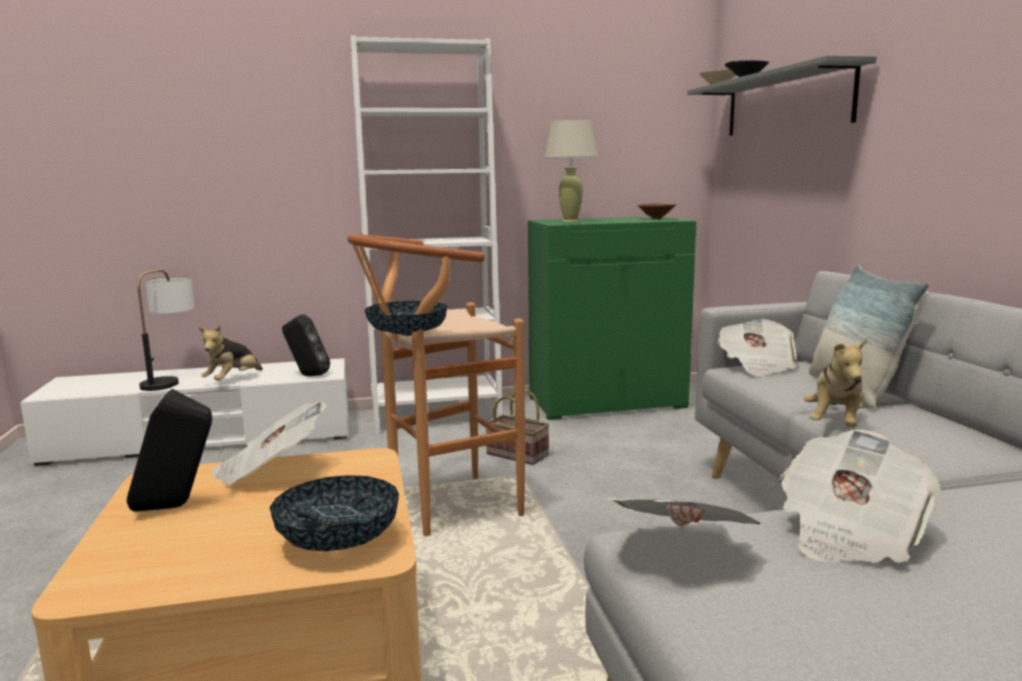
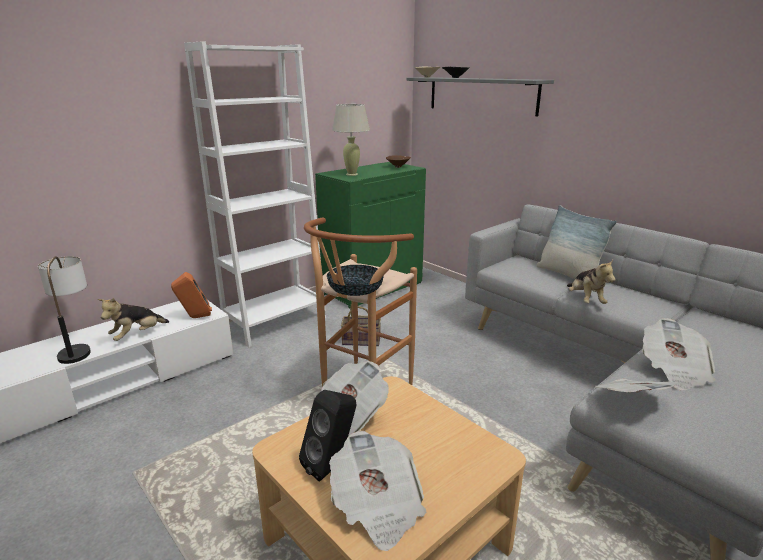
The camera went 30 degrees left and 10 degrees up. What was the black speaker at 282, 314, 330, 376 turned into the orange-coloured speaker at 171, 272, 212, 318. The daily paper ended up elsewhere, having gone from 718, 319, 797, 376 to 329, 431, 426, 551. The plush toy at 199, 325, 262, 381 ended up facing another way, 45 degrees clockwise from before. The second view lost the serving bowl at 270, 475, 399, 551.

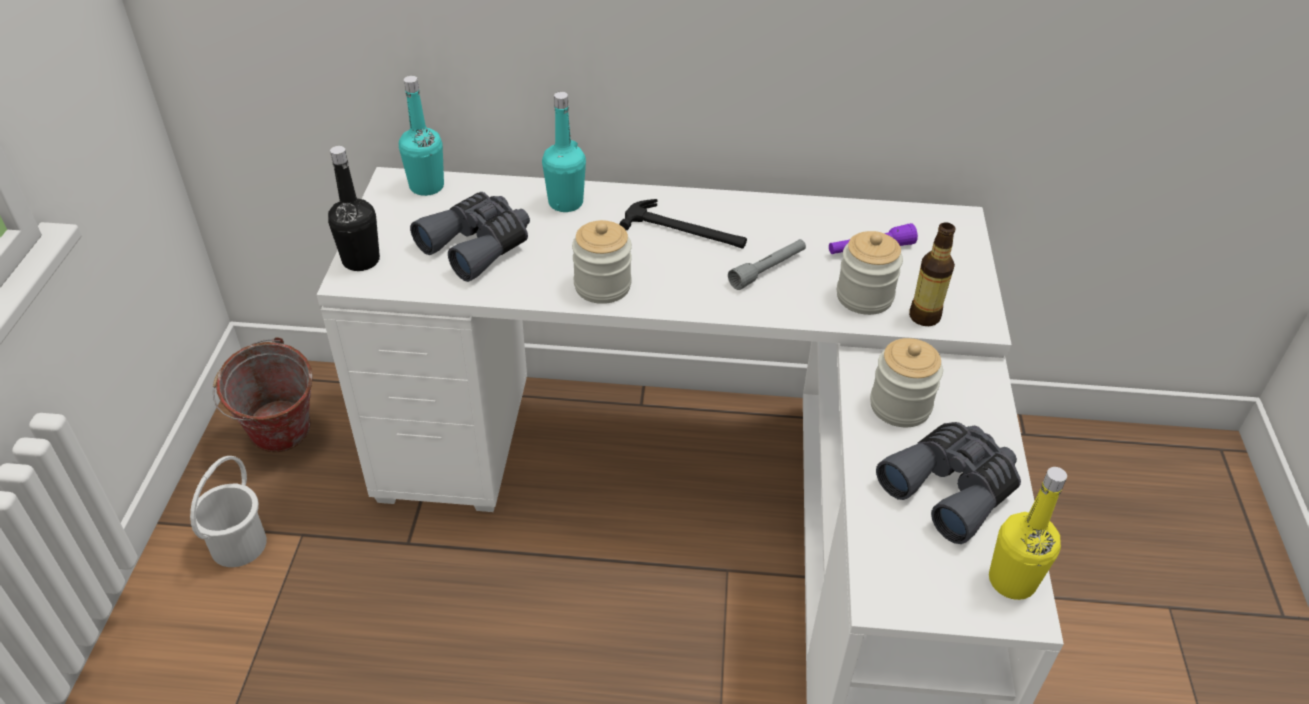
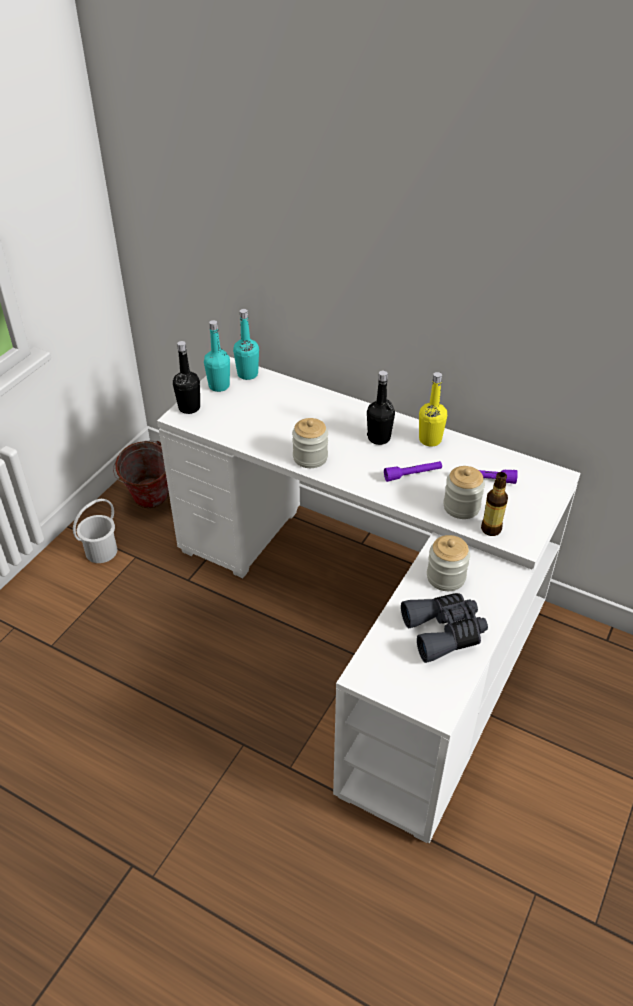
The camera went 25 degrees right and 0 degrees up. The blue-green drink bottle ended up elsewhere, having gone from 542, 92, 586, 212 to 204, 320, 230, 392. The second view lost the grey binoculars at 410, 192, 530, 282. Where the hand hammer stood at 619, 199, 747, 248, the black drink bottle came to stand at 367, 370, 395, 445. What was the grey flashlight at 728, 239, 806, 290 turned into the purplish flashlight at 384, 461, 442, 482. The yellow-coloured drink bottle ended up elsewhere, having gone from 989, 467, 1067, 600 to 419, 372, 447, 446.

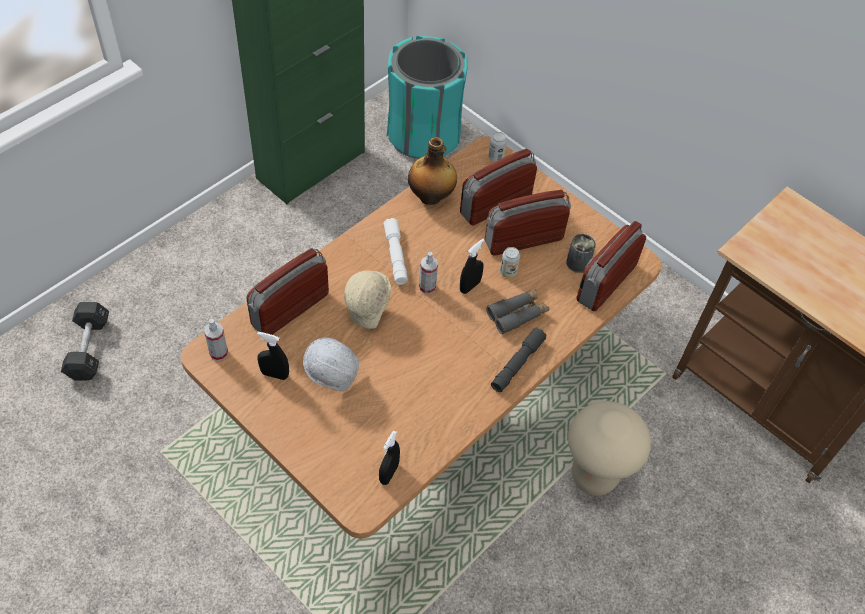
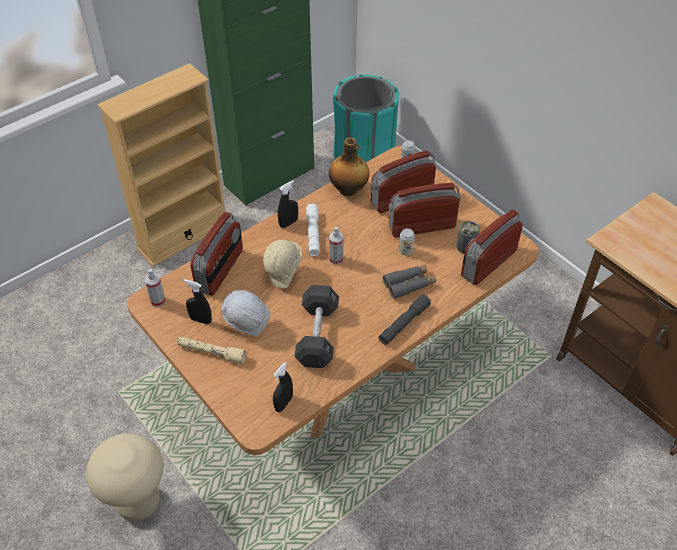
The camera went 10 degrees right and 5 degrees down. The black hand sprayer ended up elsewhere, having gone from 460, 239, 484, 294 to 278, 180, 298, 228. The radio at 246, 248, 329, 335 ended up facing another way, 150 degrees clockwise from before. The black hand weight ended up elsewhere, having gone from 61, 302, 109, 380 to 294, 285, 339, 368. The sand-coloured stool seat ended up elsewhere, having gone from 568, 401, 651, 496 to 86, 433, 164, 521. The second view gained the sand-coloured bookshelf at 97, 63, 225, 266. The second view gained the sand-coloured flashlight at 177, 337, 246, 364.

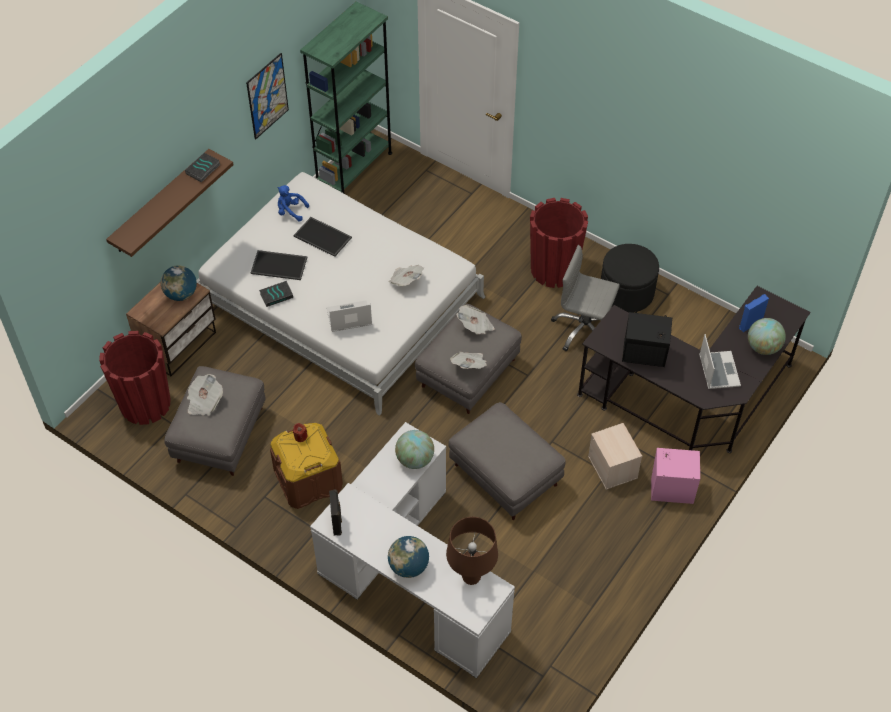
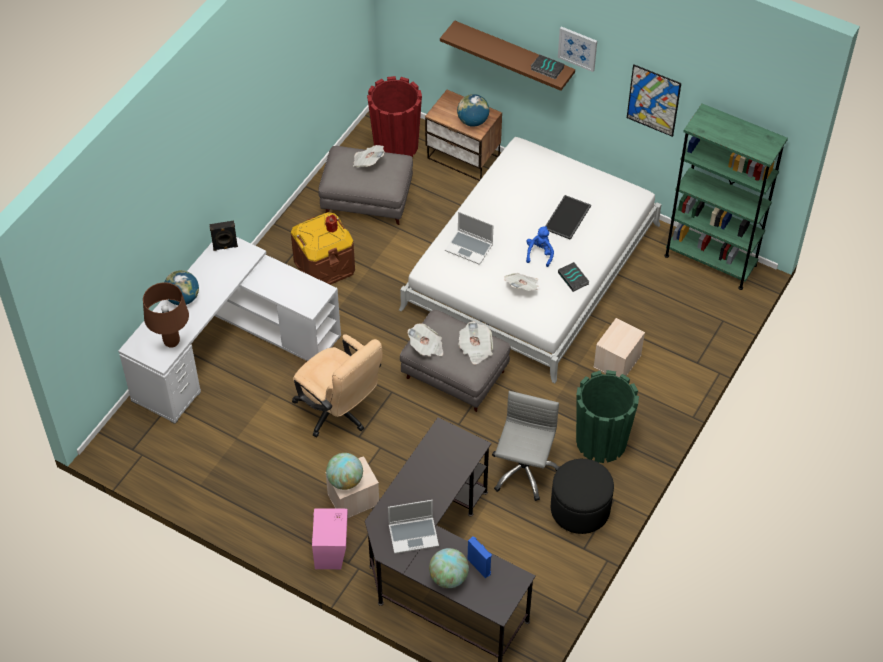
The camera went 85 degrees right and 0 degrees up. The blue-coloured plush toy ended up elsewhere, having gone from 277, 185, 309, 221 to 526, 226, 554, 267. What was the reddish plant pot at 530, 198, 588, 288 turned into the greenish plant pot at 576, 370, 639, 463. The second view lost the serving tray at 251, 250, 307, 280. The bound book ended up elsewhere, having gone from 259, 281, 293, 307 to 558, 262, 590, 292. The portable computer at 326, 300, 372, 332 ended up facing another way, 135 degrees clockwise from before. The second view lost the black speaker at 622, 311, 672, 367. Where the grey footrest stood at 448, 402, 566, 520, the sand-coloured computer chair came to stand at 292, 334, 382, 437. The world globe ended up elsewhere, having gone from 395, 430, 434, 469 to 326, 453, 363, 490. The second view gained the wall art at 558, 27, 597, 72. The second view gained the sand-coloured storage bin at 593, 318, 645, 377.

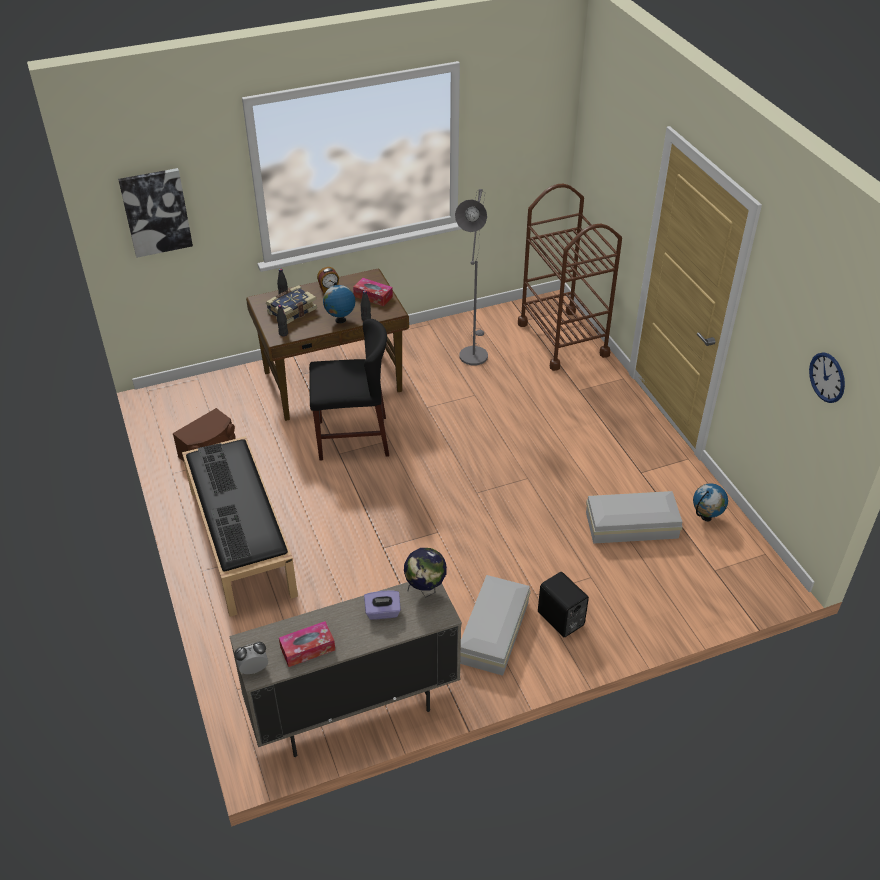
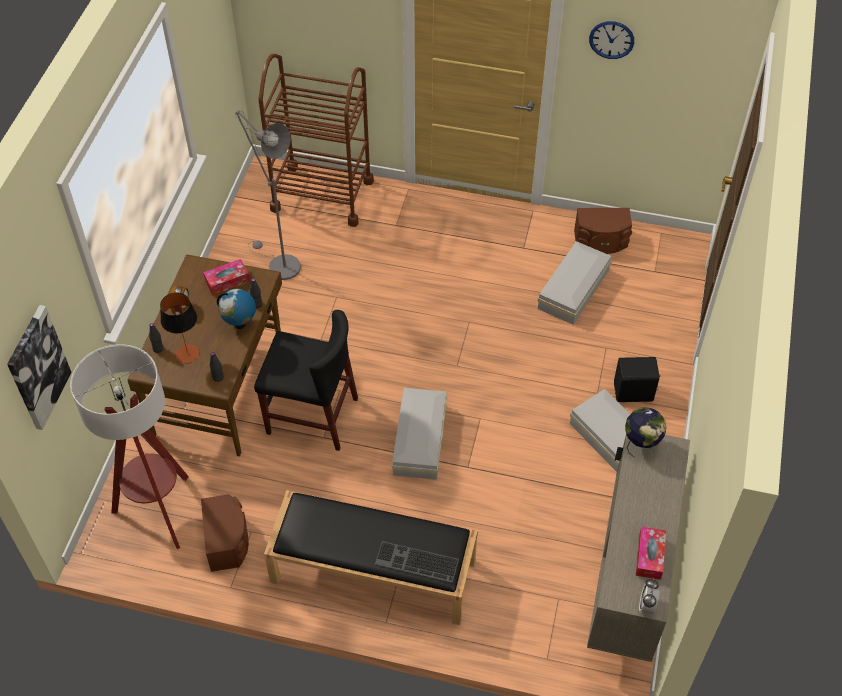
The camera went 55 degrees left and 10 degrees up. Where the bound book stood at 266, 285, 317, 324, the tabletop lamp came to stand at 160, 292, 200, 363. The black upright chair at 309, 319, 389, 460 ended up facing another way, 75 degrees clockwise from before. The hanging clock ended up elsewhere, having gone from 809, 352, 845, 403 to 589, 21, 634, 59. The second view lost the keyboard at 198, 443, 237, 494. Where the world globe stood at 693, 483, 728, 522, the brownish speaker came to stand at 574, 208, 632, 254. The second view lost the purplish tissue holder at 364, 591, 401, 620. The second view gained the floor lamp at 70, 344, 189, 549. The second view gained the whitish storage bin at 392, 388, 447, 480.

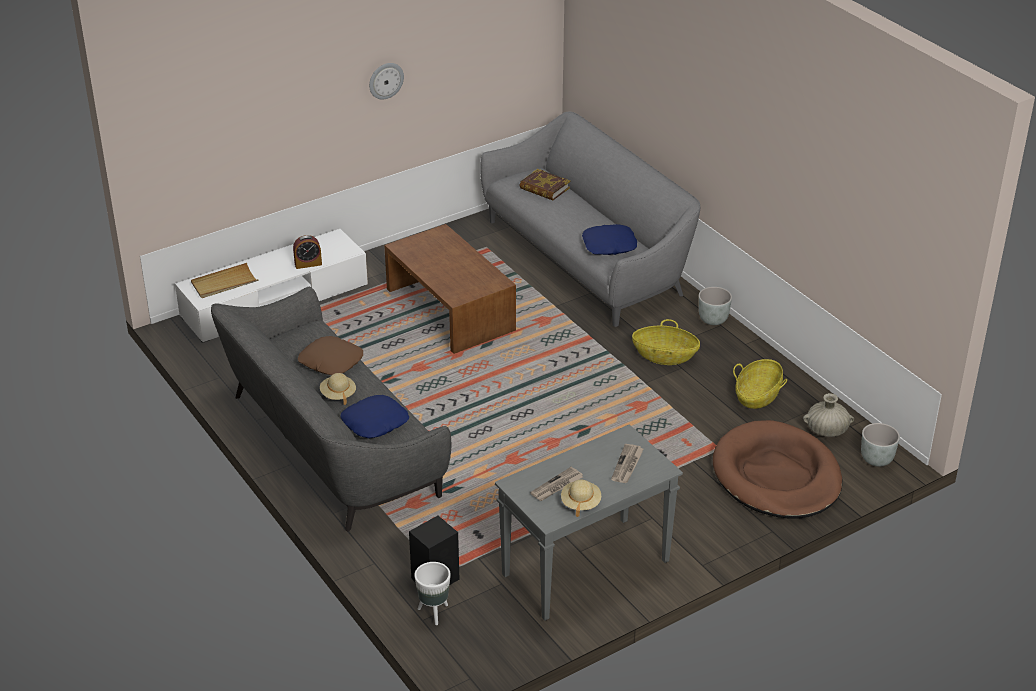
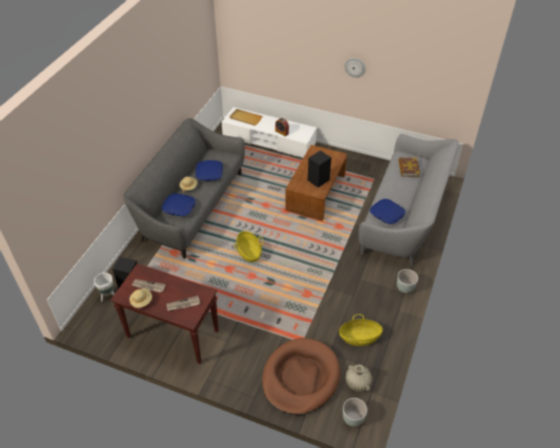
The camera went 55 degrees right and 10 degrees up. The basket ended up elsewhere, having gone from 632, 319, 700, 365 to 234, 231, 264, 262. What was the brownish cushion at 298, 336, 363, 375 turned into the blue-coloured cushion at 196, 160, 223, 181. What was the grey hall table at 495, 424, 683, 621 turned into the brownish hall table at 111, 264, 219, 364. The second view gained the black speaker at 308, 150, 331, 187.

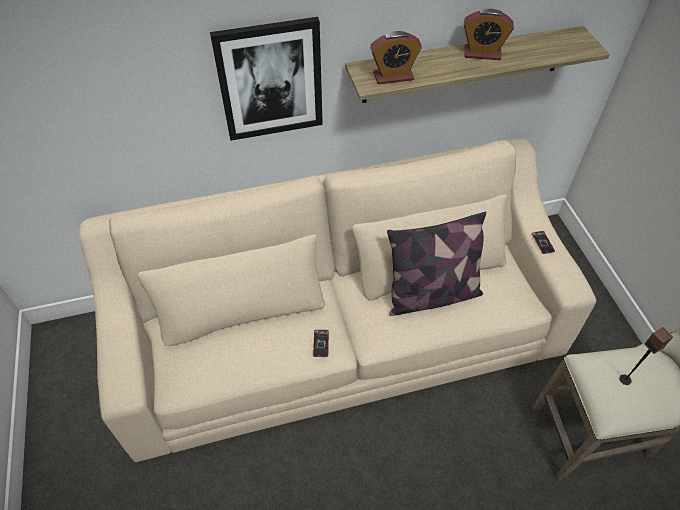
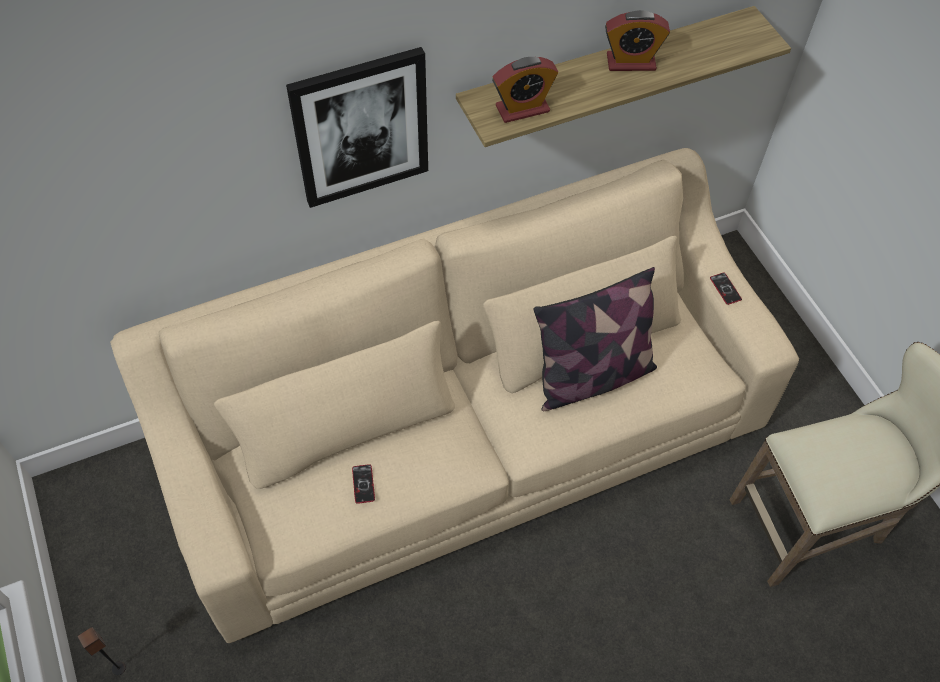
The camera went 10 degrees left and 5 degrees up. The speaker ended up elsewhere, having gone from 619, 327, 673, 385 to 77, 627, 126, 675. The phone ended up elsewhere, having gone from 313, 330, 329, 357 to 352, 464, 375, 504.

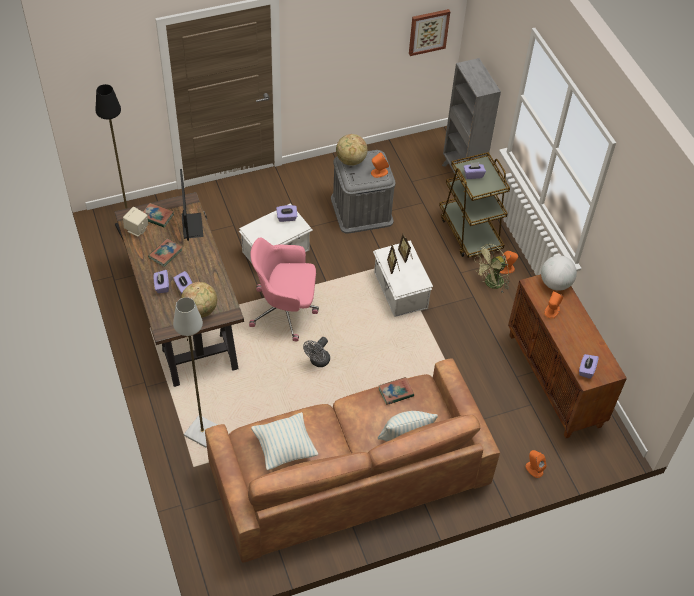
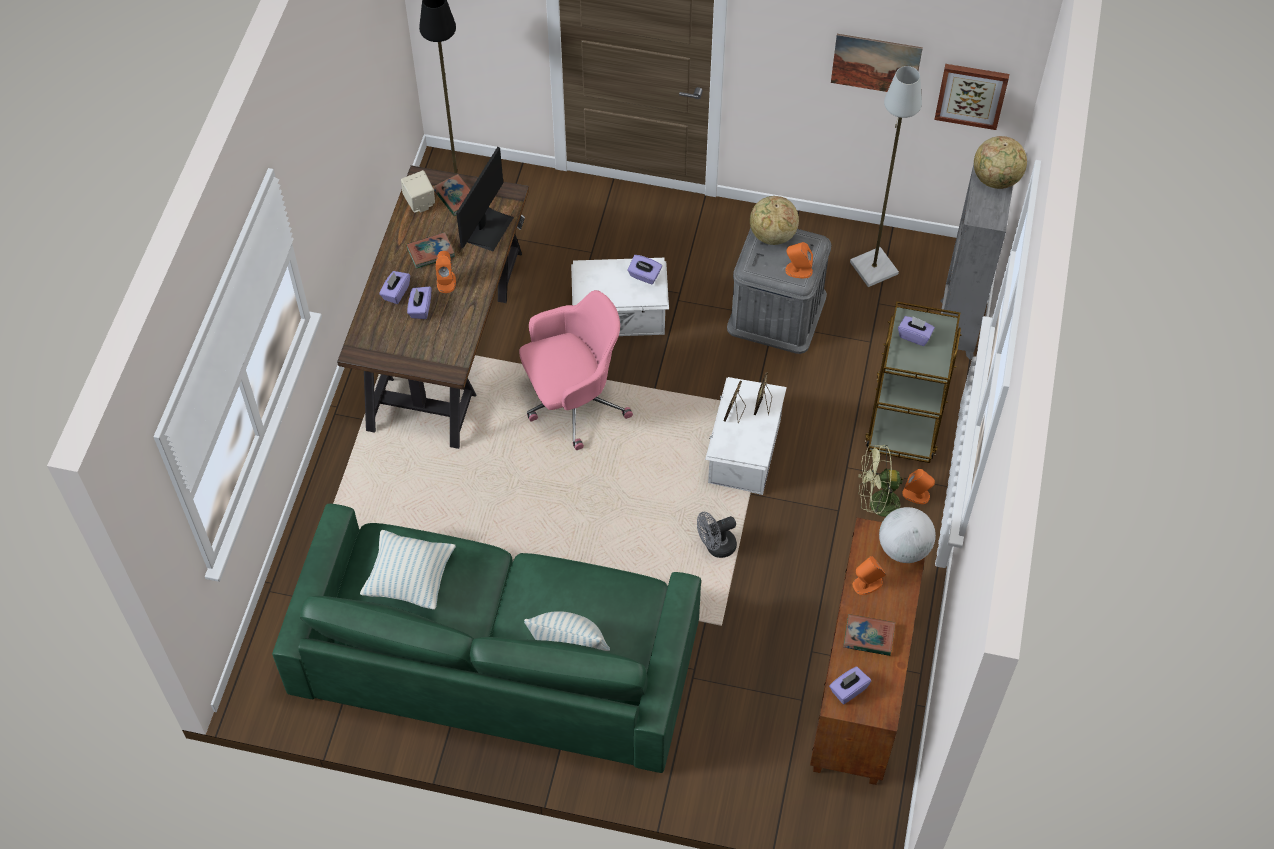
The camera went 35 degrees right and 5 degrees up. The pinkish computer chair at 249, 237, 319, 341 ended up facing another way, 120 degrees clockwise from before. The world globe ended up elsewhere, having gone from 181, 282, 217, 318 to 974, 136, 1027, 189. The grey floor lamp ended up elsewhere, having gone from 173, 297, 217, 448 to 850, 66, 922, 287. The grey cooling fan ended up elsewhere, having gone from 303, 337, 330, 367 to 697, 512, 737, 558. What was the brownish sofa at 205, 359, 500, 563 turned into the greenish sofa at 272, 504, 701, 773. The bound book ended up elsewhere, having gone from 379, 377, 414, 405 to 843, 614, 895, 656. The orange-coloured speaker ended up elsewhere, having gone from 526, 450, 546, 478 to 435, 251, 456, 293. The second view gained the wall art at 831, 34, 923, 92.

